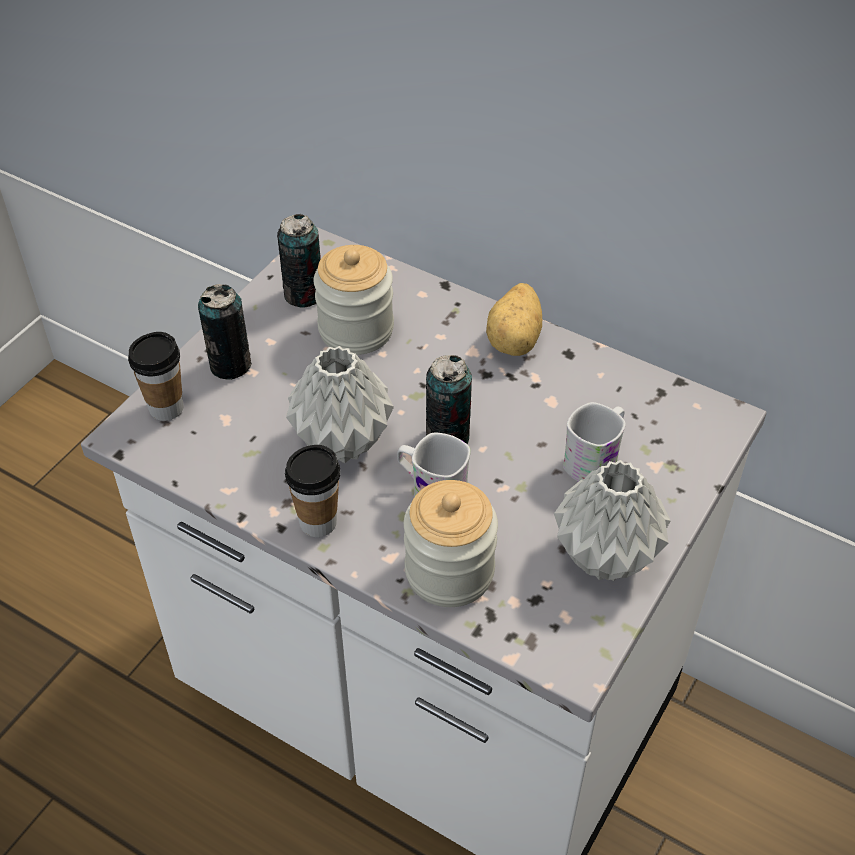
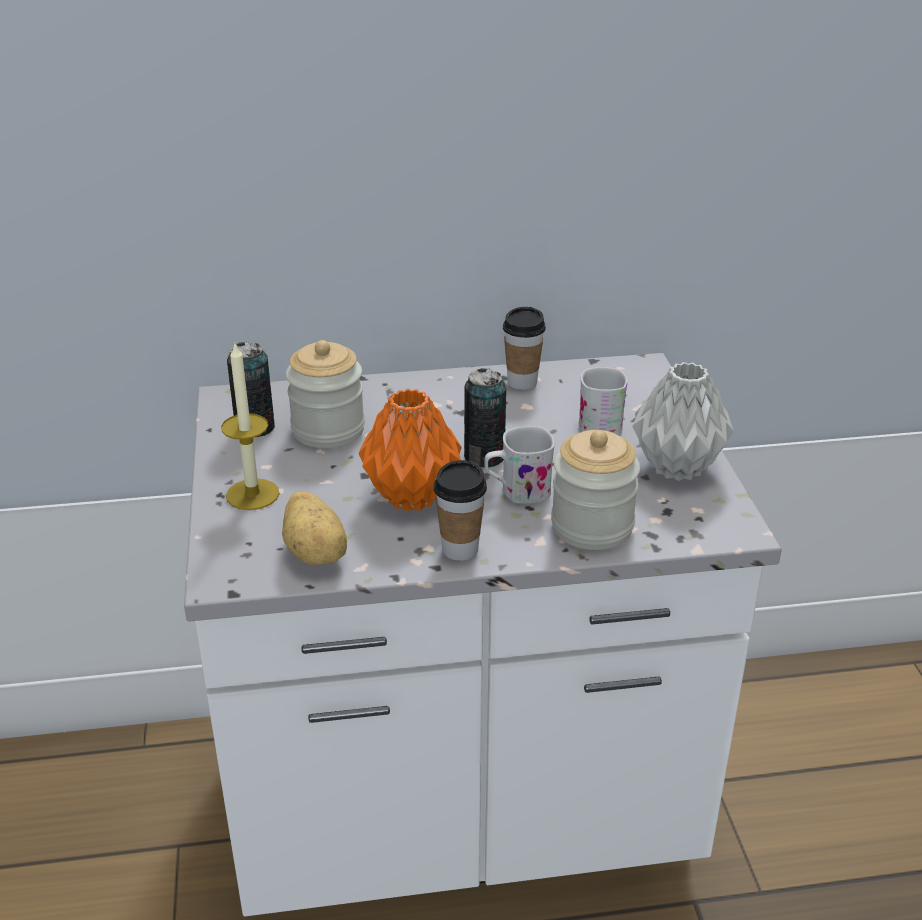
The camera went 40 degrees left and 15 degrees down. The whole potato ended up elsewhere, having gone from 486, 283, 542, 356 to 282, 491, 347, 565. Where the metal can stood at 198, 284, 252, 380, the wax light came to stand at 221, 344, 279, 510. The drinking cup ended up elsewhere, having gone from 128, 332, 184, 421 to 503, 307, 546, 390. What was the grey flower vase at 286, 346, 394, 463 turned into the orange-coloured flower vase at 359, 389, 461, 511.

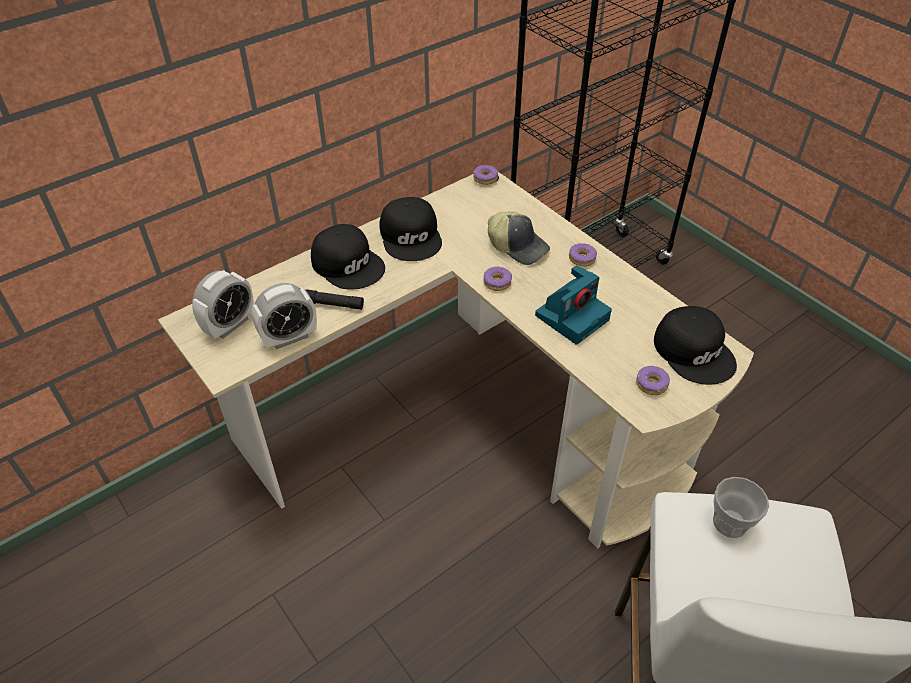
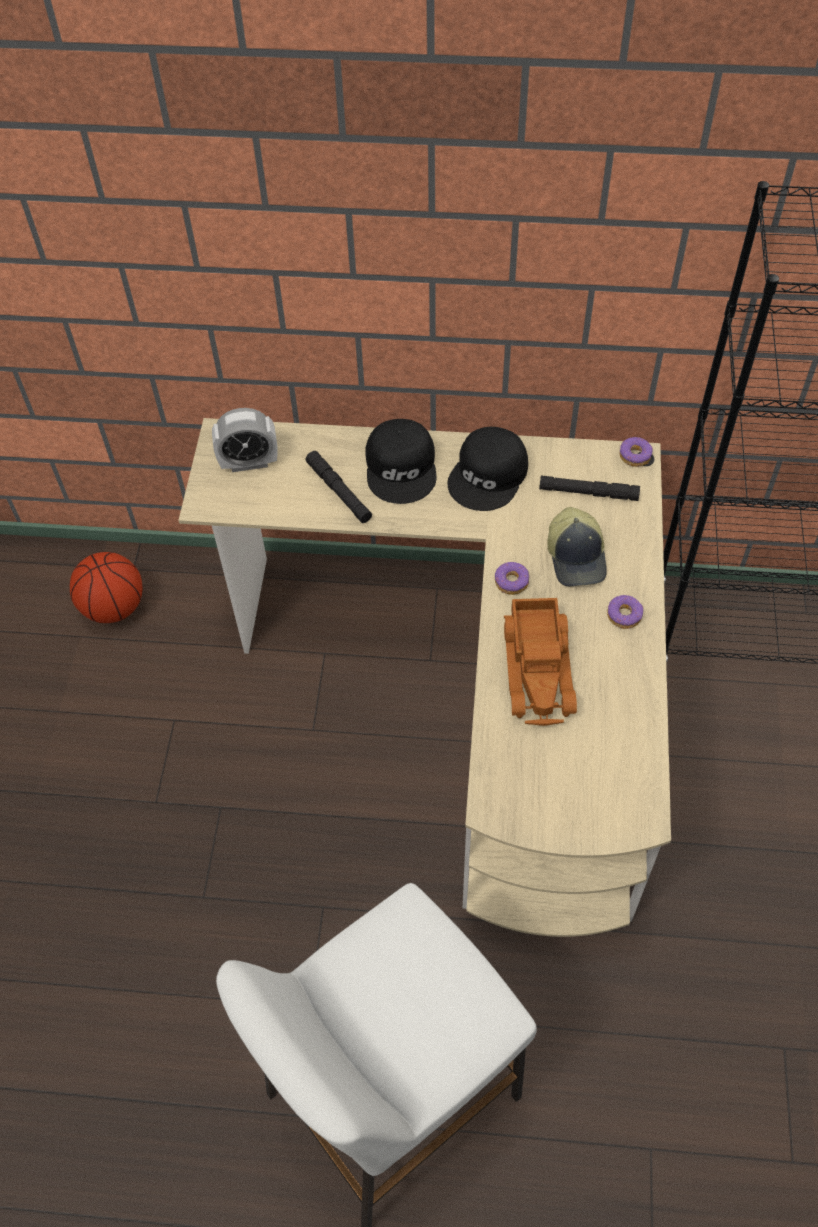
The camera went 45 degrees right and 10 degrees up. Where the photo camera stood at 535, 265, 612, 345, the model truck came to stand at 504, 598, 577, 726. The second view lost the table clock at 251, 283, 317, 349. The second view lost the black baseball cap at 654, 306, 737, 385. The second view lost the doughnut at 636, 366, 670, 395. The second view lost the drinking cup at 713, 477, 769, 538. The second view gained the black flashlight at 539, 476, 640, 501. The second view gained the basketball ball at 70, 552, 143, 623.

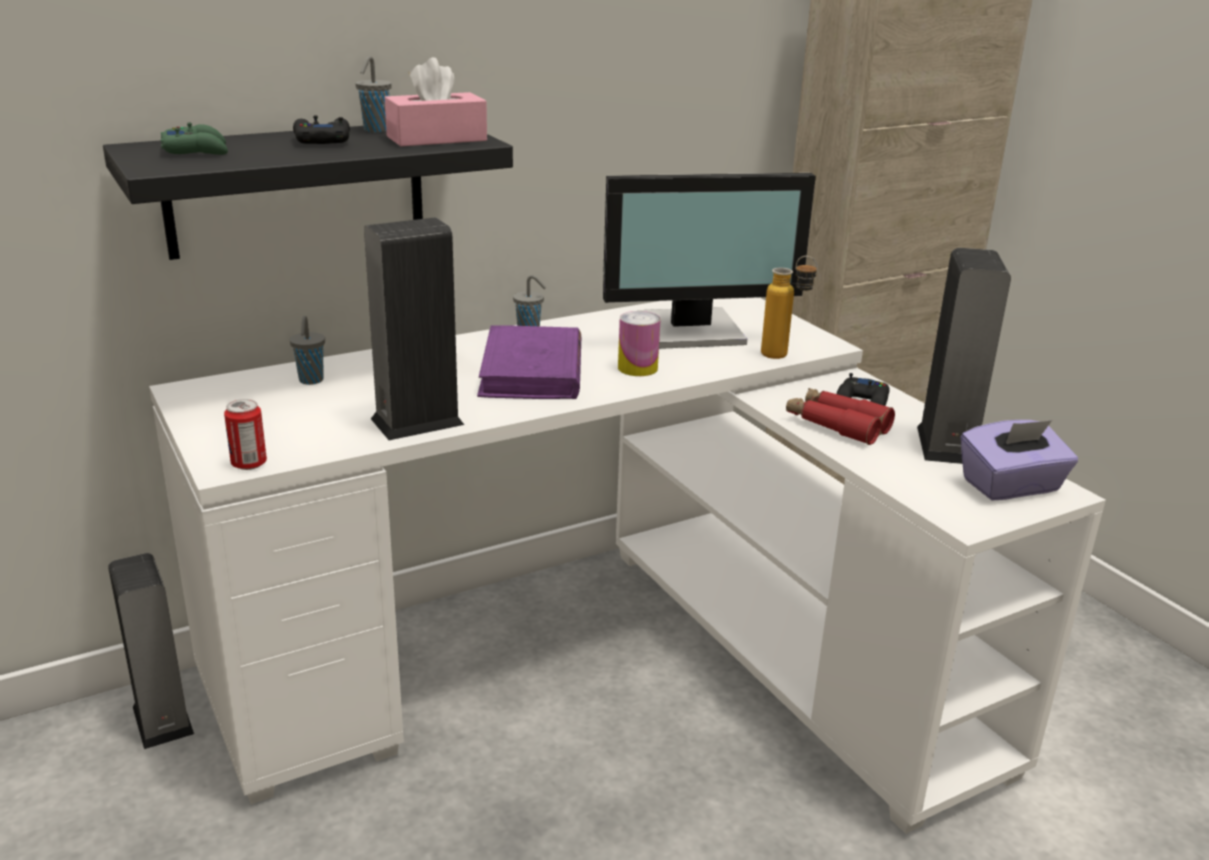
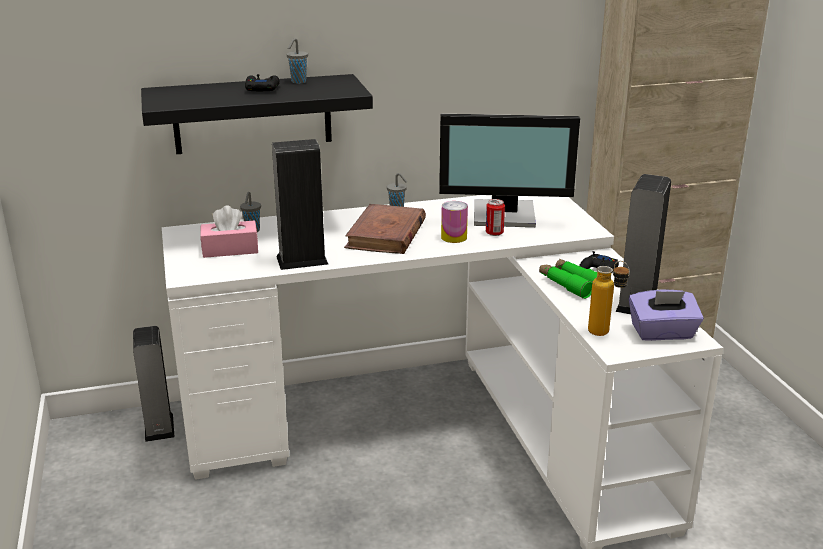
The camera went 15 degrees right and 0 degrees up. The pinkish tissue holder ended up elsewhere, having gone from 385, 57, 487, 146 to 200, 205, 258, 258. The second view lost the greenish gamepad at 161, 123, 228, 155. The drink bottle ended up elsewhere, having gone from 761, 256, 818, 359 to 588, 261, 630, 336. What was the purplish bound book at 477, 325, 581, 399 turned into the brownish bound book at 344, 204, 426, 254. What was the reddish binoculars at 786, 388, 895, 445 turned into the greenish binoculars at 539, 259, 597, 299. The metal can ended up elsewhere, having gone from 224, 399, 267, 470 to 486, 199, 505, 236.

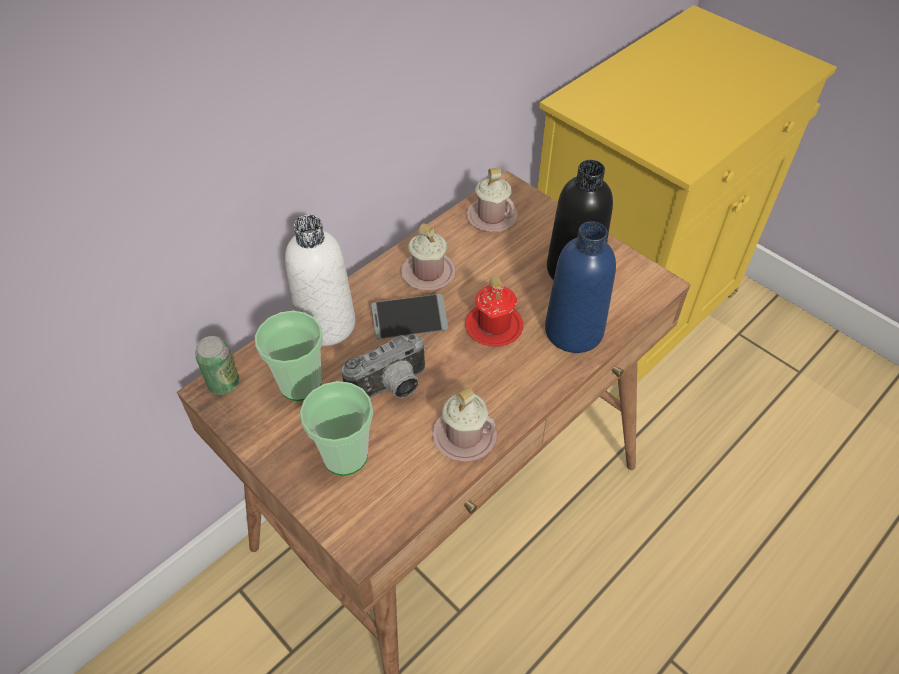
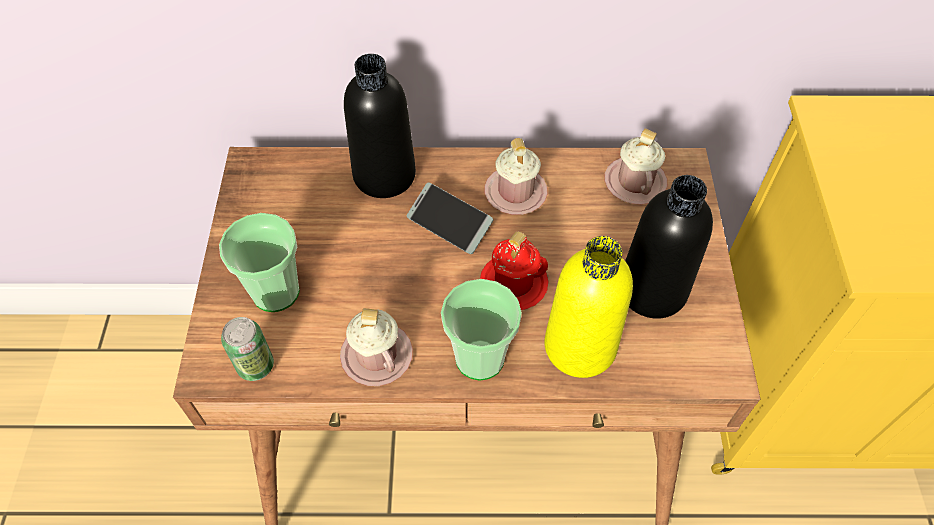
The camera went 45 degrees right and 5 degrees up. What was the whitish drink bottle at 285, 215, 356, 346 turned into the black drink bottle at 344, 54, 416, 198. What was the blue-coloured drink bottle at 545, 221, 616, 353 turned into the yellow-coloured drink bottle at 544, 236, 633, 378. The drinking cup ended up elsewhere, having gone from 255, 311, 323, 401 to 441, 279, 522, 381. The second view lost the photo camera at 342, 334, 427, 398. The metal can ended up elsewhere, having gone from 195, 336, 239, 395 to 221, 317, 274, 381.

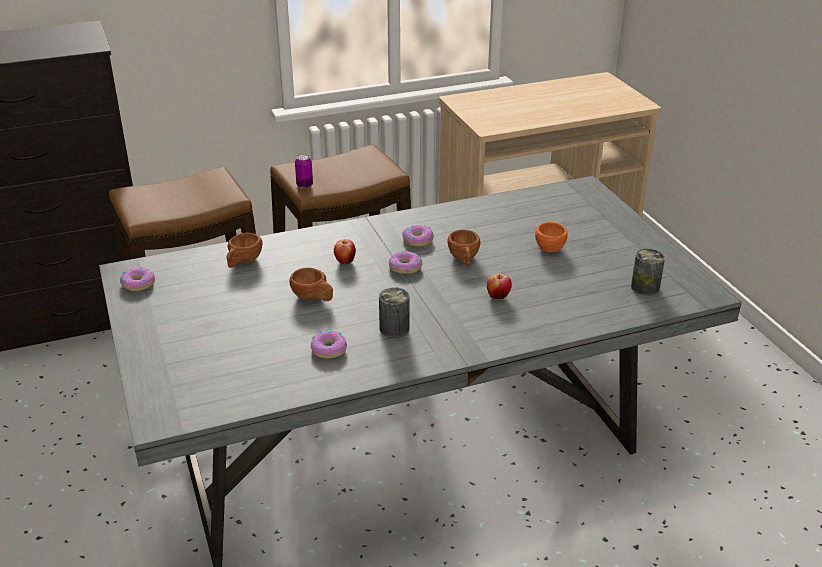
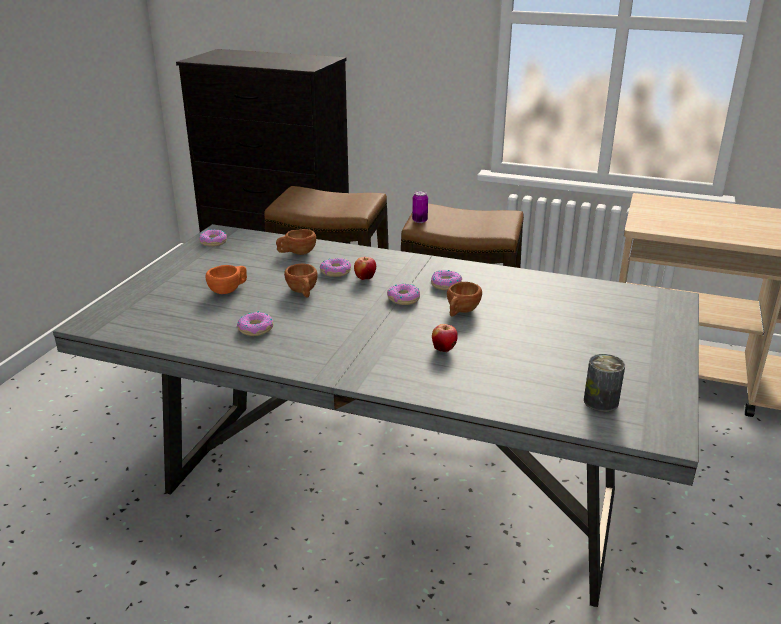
The camera went 40 degrees right and 5 degrees down. The orange-coloured drinking cup ended up elsewhere, having gone from 535, 220, 568, 252 to 205, 265, 247, 294. The second view lost the metal can at 379, 287, 409, 338. The second view gained the doughnut at 320, 258, 351, 277.

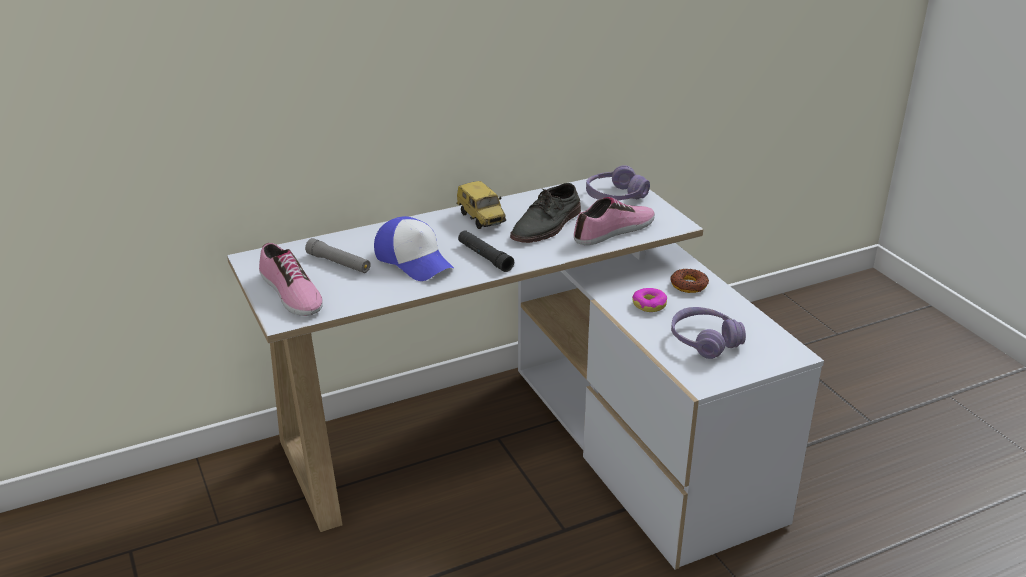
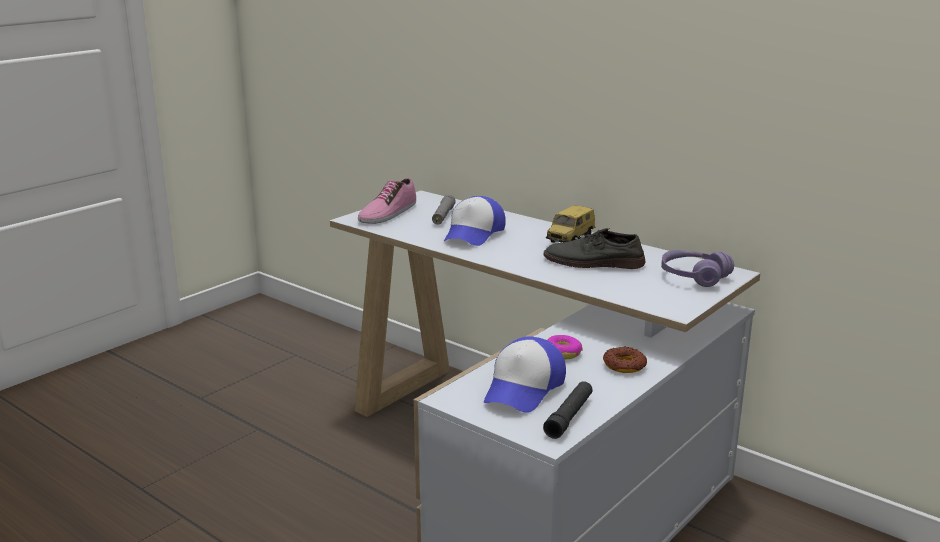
The camera went 65 degrees right and 10 degrees down. The second view lost the shoe at 574, 197, 655, 245. The black flashlight ended up elsewhere, having gone from 458, 230, 514, 272 to 543, 381, 593, 439. Where the purplish headset stood at 671, 307, 746, 359, the baseball cap came to stand at 484, 336, 566, 413.

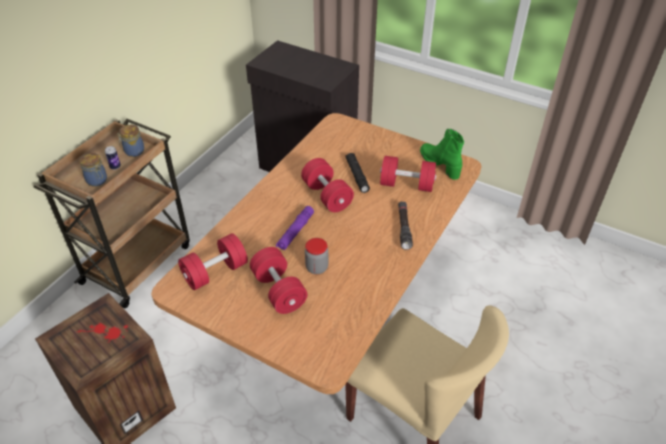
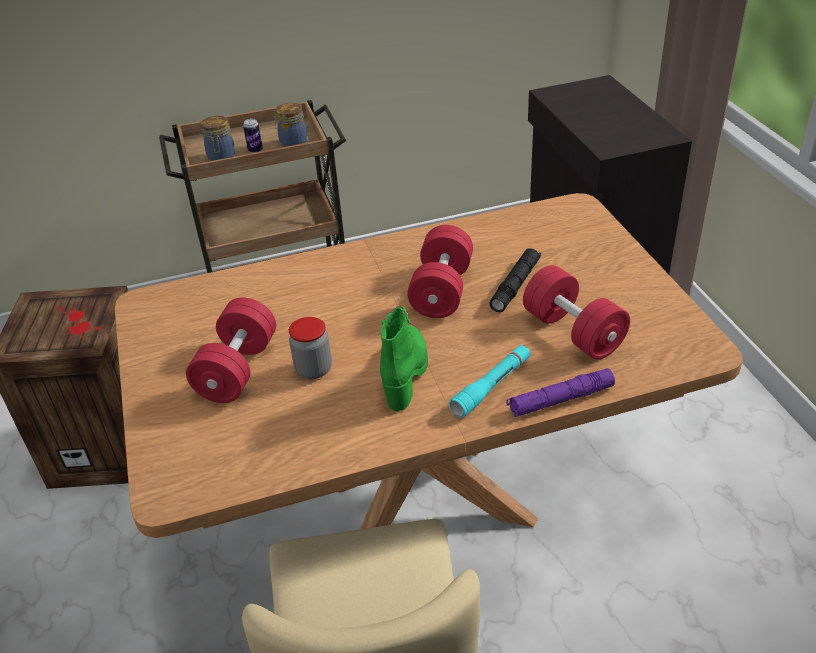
The camera went 45 degrees right and 5 degrees down. The greenish high-top boot ended up elsewhere, having gone from 420, 129, 464, 180 to 380, 306, 428, 412. What was the black flashlight at 398, 201, 413, 250 turned into the blue-green flashlight at 449, 345, 531, 417. The purplish flashlight ended up elsewhere, having gone from 276, 206, 314, 250 to 506, 368, 615, 417. The second view lost the reddish hand weight at 178, 233, 248, 290.

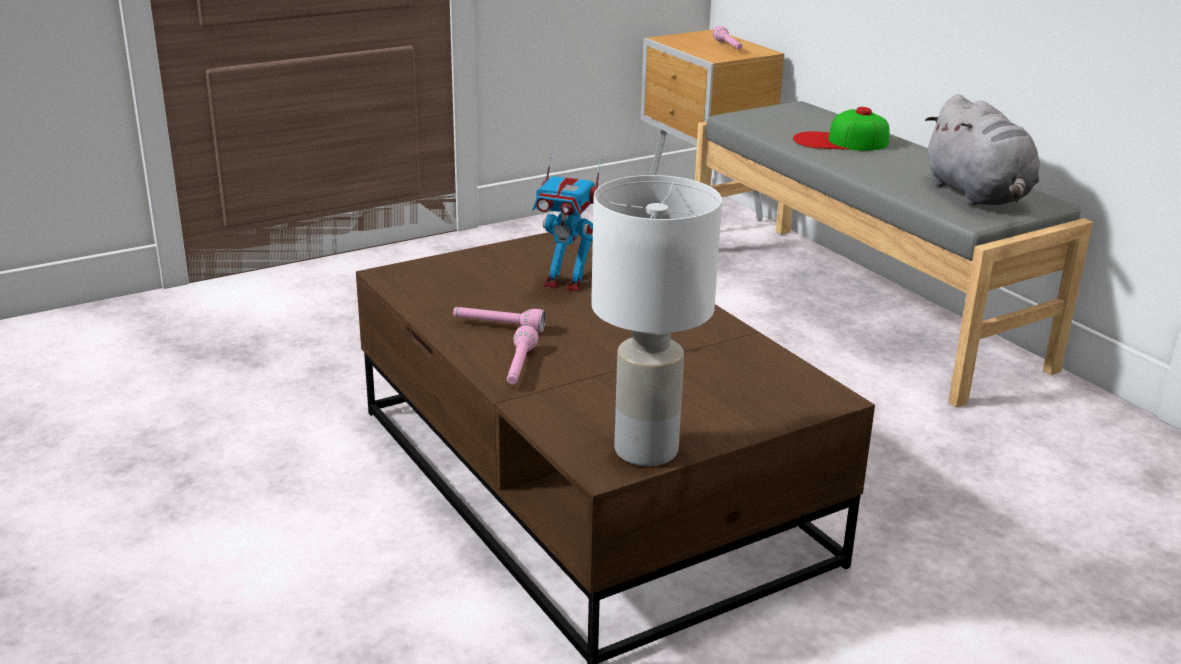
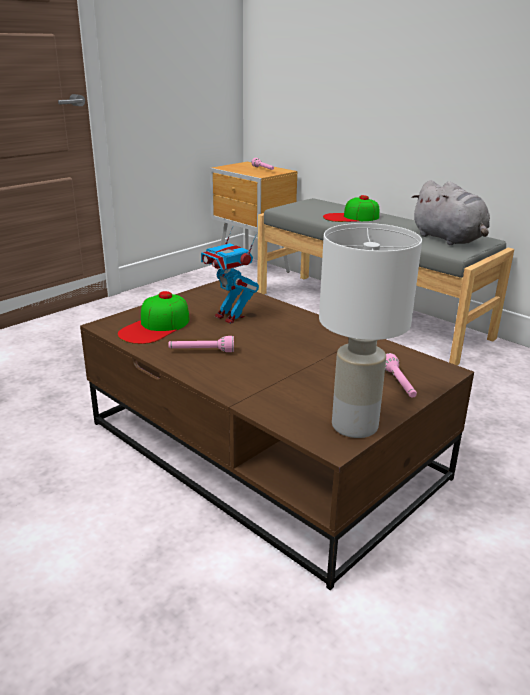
The camera went 15 degrees left and 0 degrees up. The robot figure at 532, 151, 602, 292 ended up facing another way, 45 degrees clockwise from before. The pinkish flashlight ended up elsewhere, having gone from 507, 325, 538, 384 to 385, 353, 417, 398. The second view gained the baseball cap at 118, 291, 190, 344.

